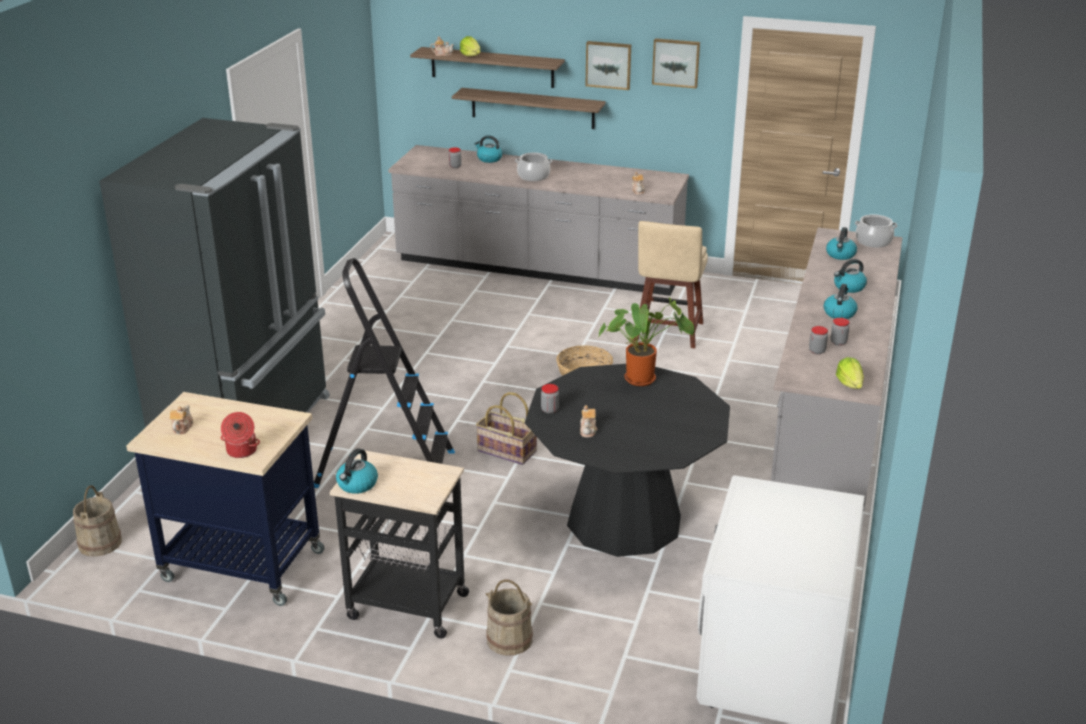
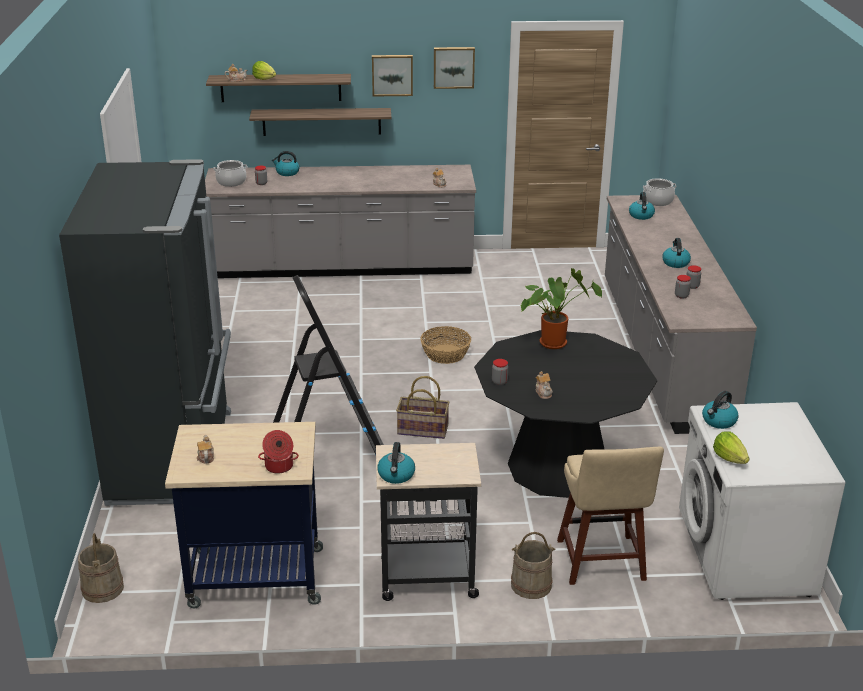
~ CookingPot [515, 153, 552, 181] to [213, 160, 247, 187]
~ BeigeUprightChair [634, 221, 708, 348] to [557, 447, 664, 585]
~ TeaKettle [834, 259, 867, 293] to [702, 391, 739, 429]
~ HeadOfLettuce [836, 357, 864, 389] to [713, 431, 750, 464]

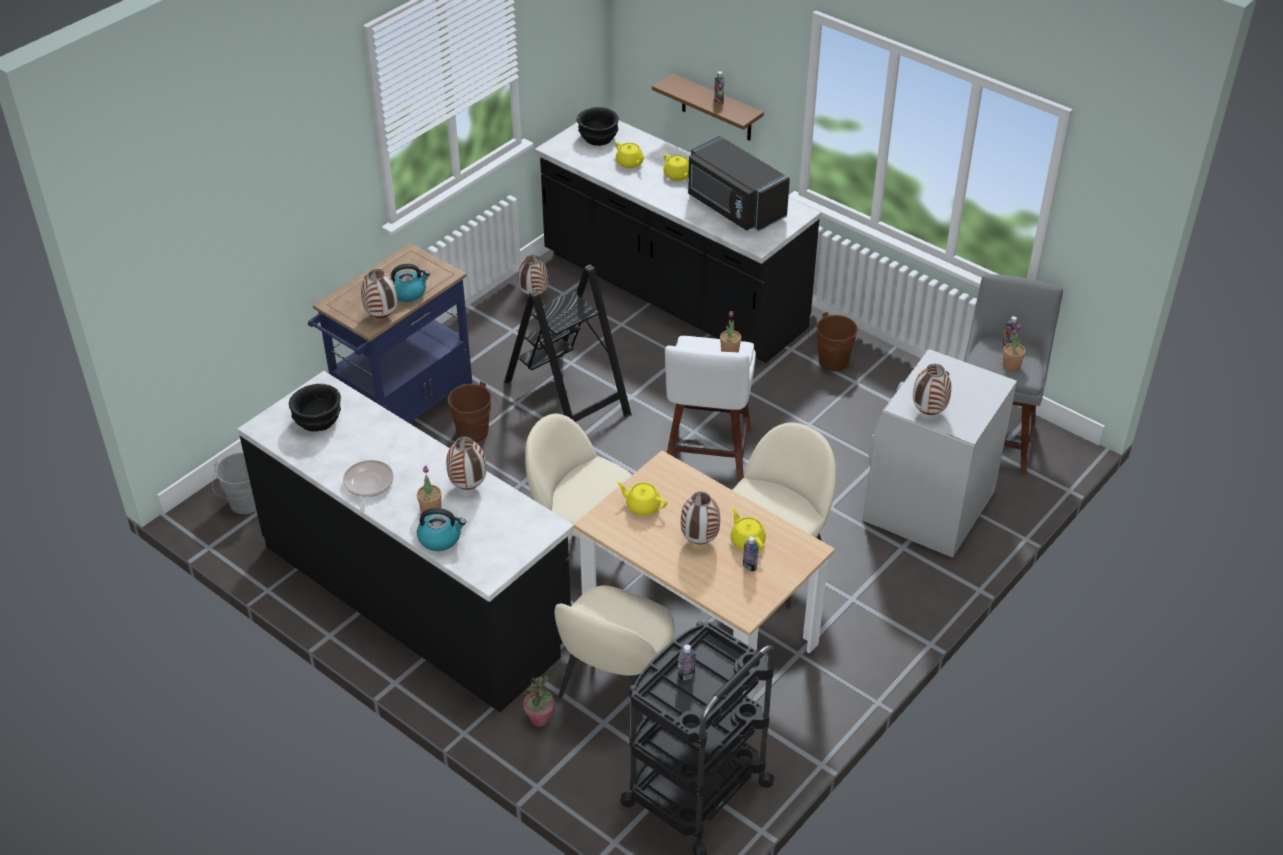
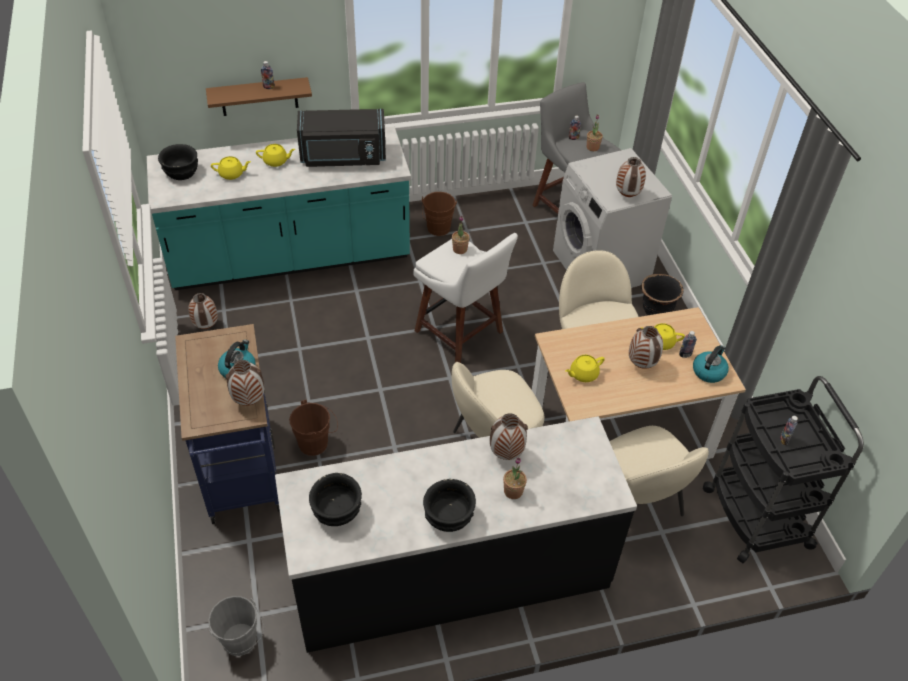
- BlackColouredStepladder [504, 264, 632, 422]
- PottedPlant [523, 676, 555, 727]
+ BlackColouredFlowerPot [641, 274, 683, 315]
~ TeaKettle [417, 508, 466, 551] to [693, 345, 729, 383]
~ Pan [343, 460, 394, 513] to BlackColouredServingBowl [423, 479, 476, 532]
~ BlackColouredKitchenCounter [535, 120, 821, 363] to TurquoiseColouredKitchenCounter [147, 127, 411, 290]

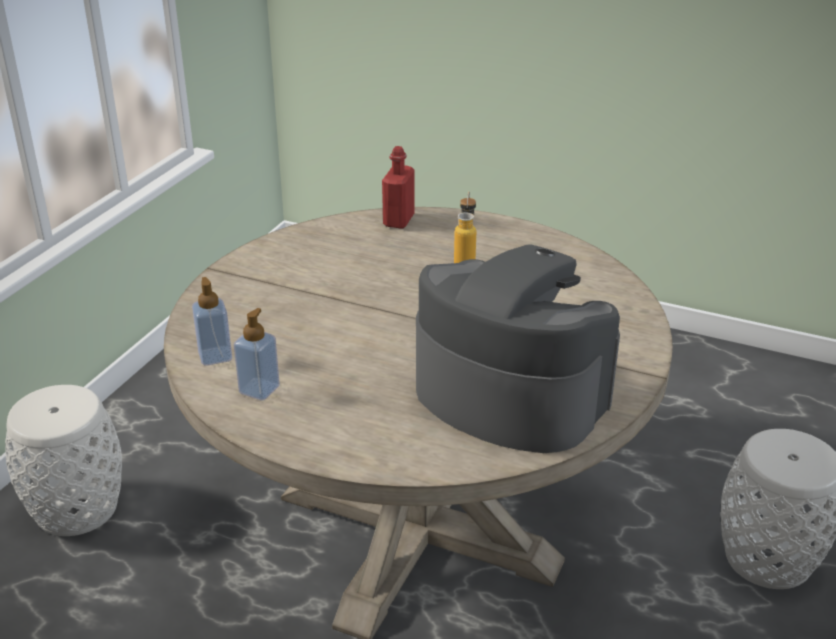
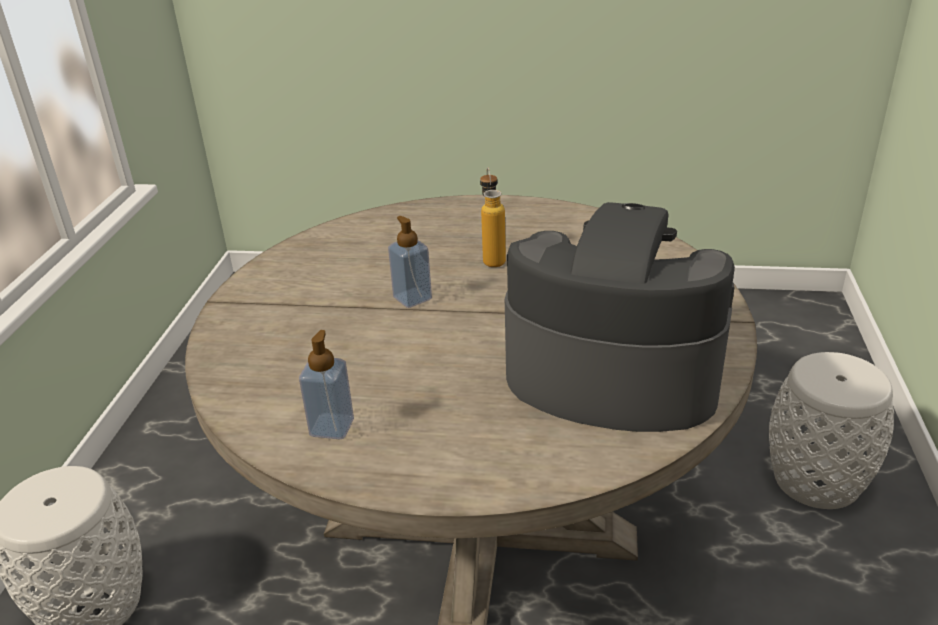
- ReddishBottle [382, 146, 415, 229]
~ SoapBottle [192, 277, 232, 366] to [388, 216, 432, 308]

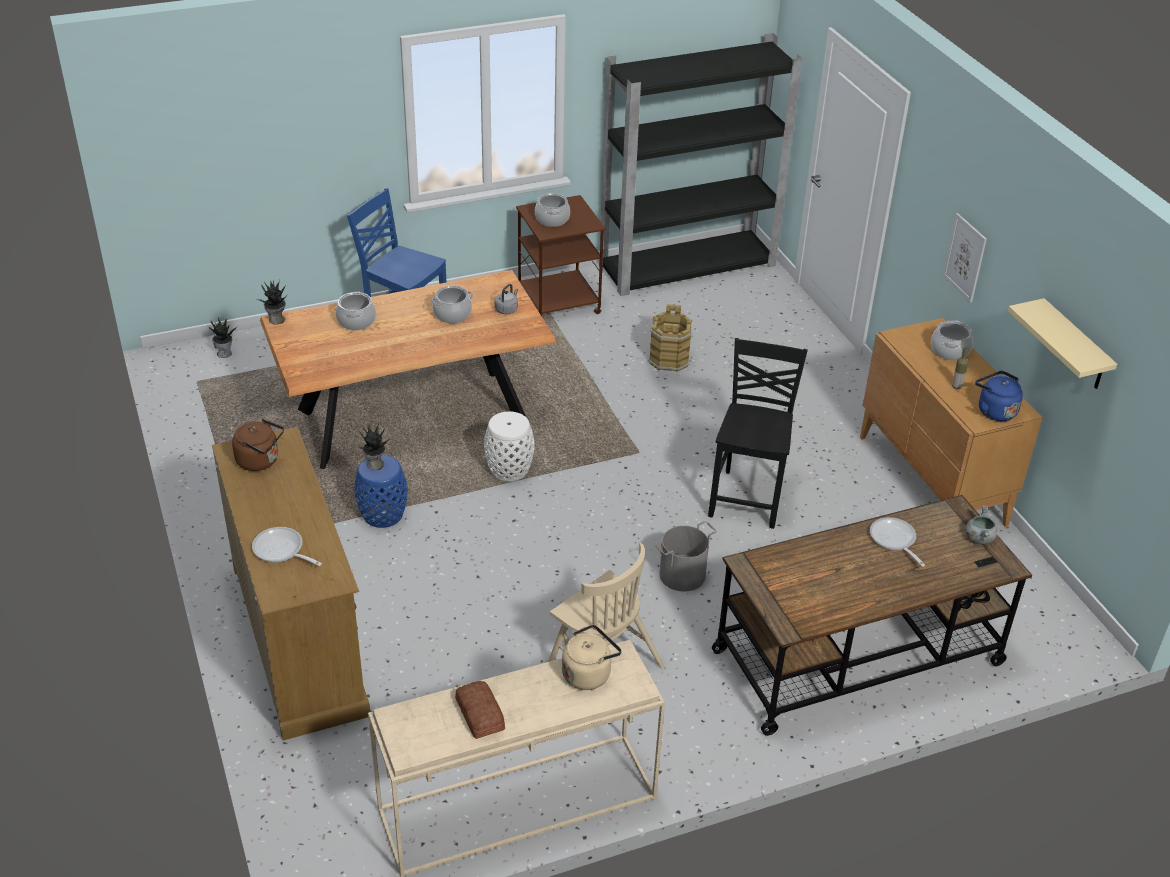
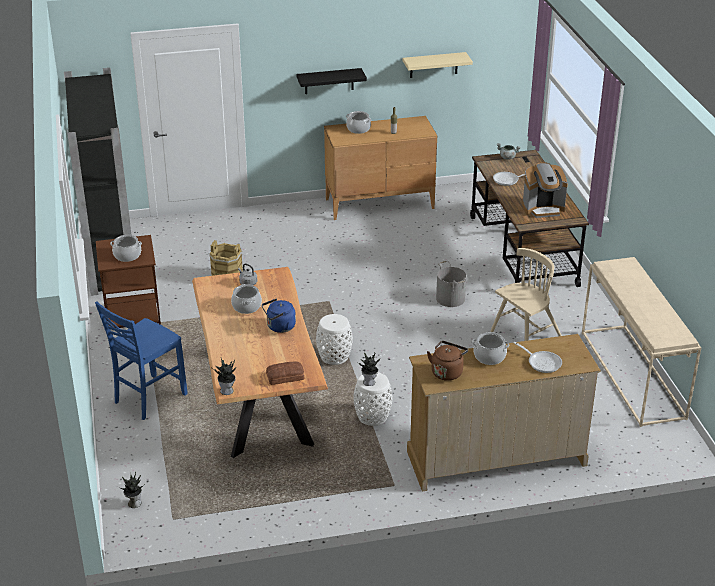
- BeigeTeaKettle [562, 625, 622, 690]
- BlackColouredUprightChair [708, 338, 808, 529]
+ CoffeeBrewer [522, 162, 568, 218]
~ CookingPot [336, 291, 376, 330] to [472, 332, 509, 365]
~ BakeryBread [455, 681, 505, 739] to [266, 361, 304, 385]
~ BlueTeaKettle [975, 371, 1023, 421] to [262, 298, 296, 333]
~ Picture [943, 213, 987, 303] to BlackColouredBracketShelf [296, 68, 367, 94]
~ BlueStoolSeat [354, 455, 408, 528] to WhiteStoolSeat [354, 372, 392, 426]
~ Pan [252, 527, 322, 566] = [514, 342, 562, 373] 90 degrees counterclockwise

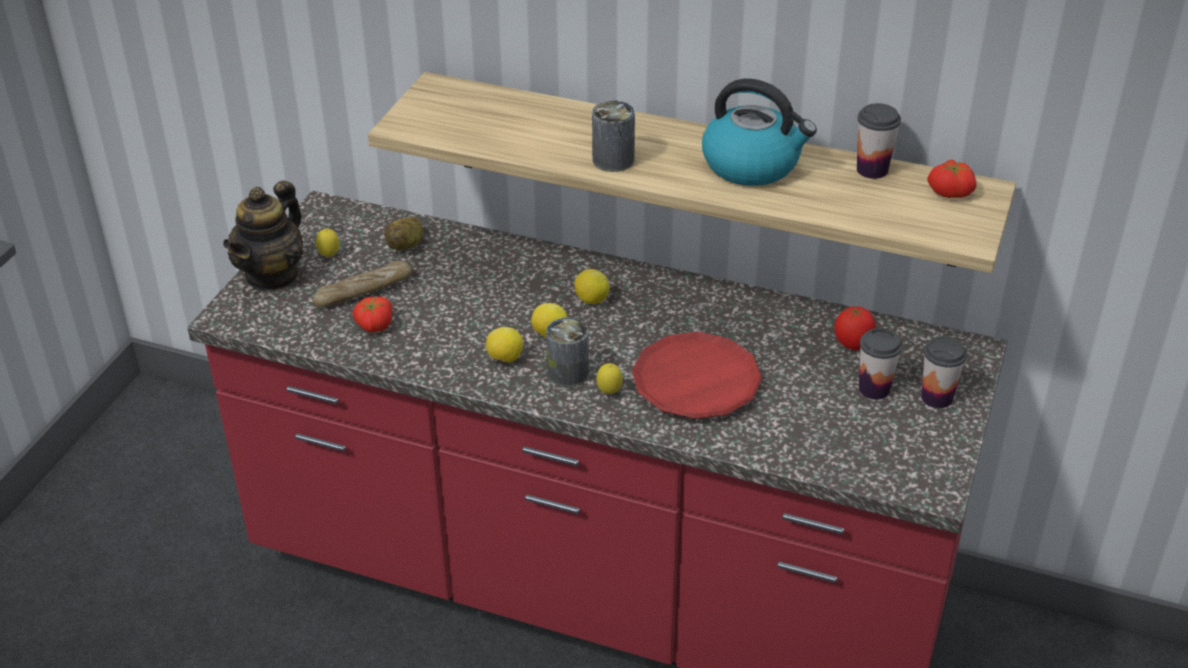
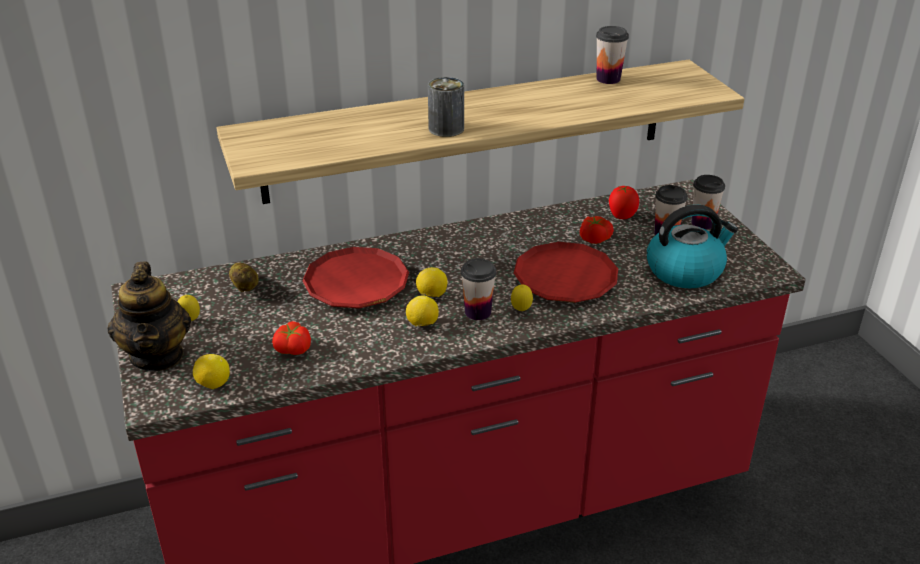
- BakeryBread [313, 261, 412, 308]
+ ReddishDinnerPlate [302, 247, 409, 308]
~ WholeLemon [574, 269, 610, 304] to [193, 354, 230, 389]
~ TeaKettle [702, 79, 817, 186] to [647, 205, 738, 288]
~ Tomato [927, 159, 977, 198] to [580, 216, 614, 244]
~ SealedCan [546, 317, 589, 387] to Cup [461, 258, 496, 320]

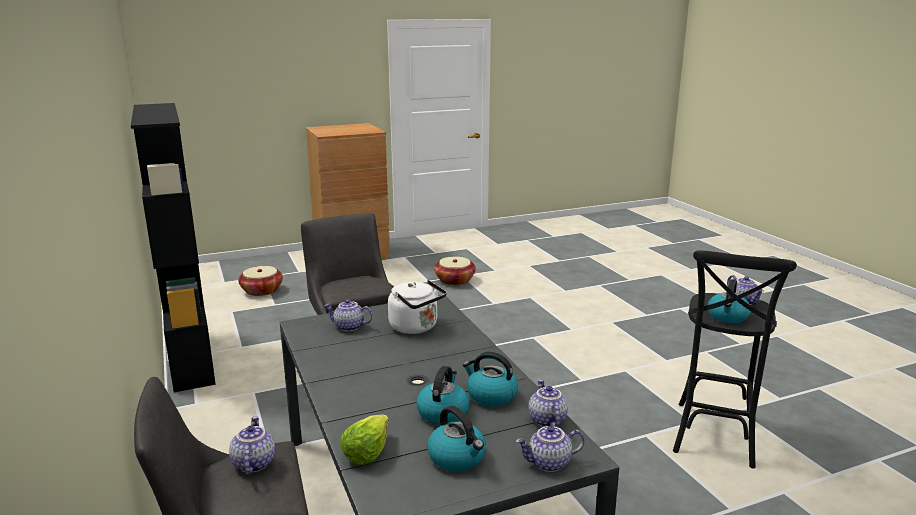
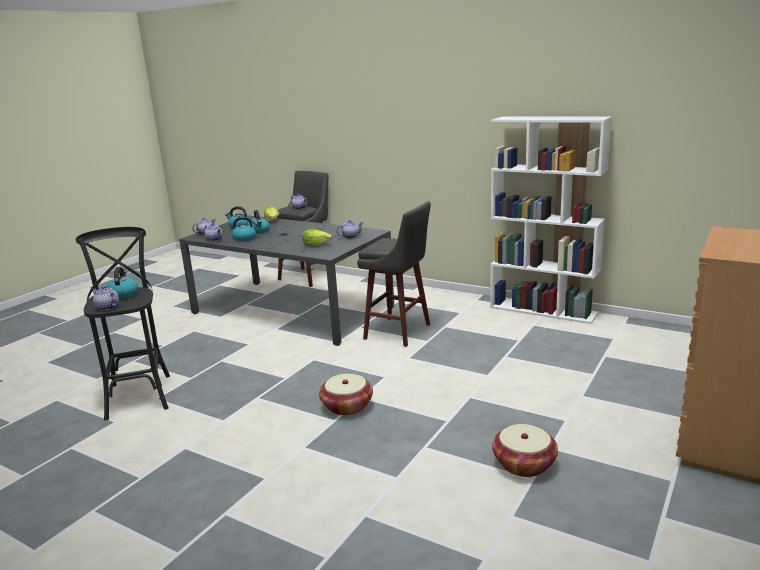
~ StorageBasket [238, 266, 283, 296] to [319, 374, 373, 415]
~ WhiteTeaKettle [388, 280, 447, 334] to HeadOfLettuce [303, 229, 332, 246]
~ BlackColouredShelvingUnit [131, 103, 216, 392] to WhiteShelvingUnit [490, 116, 612, 324]

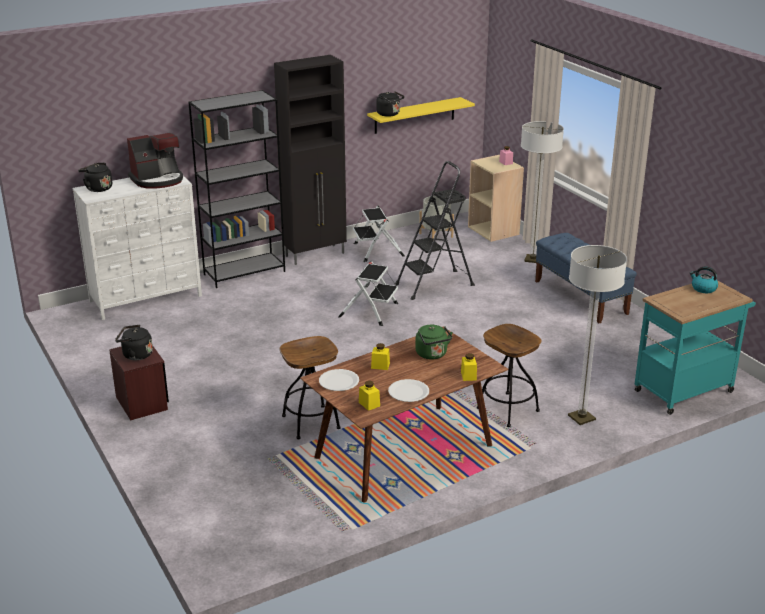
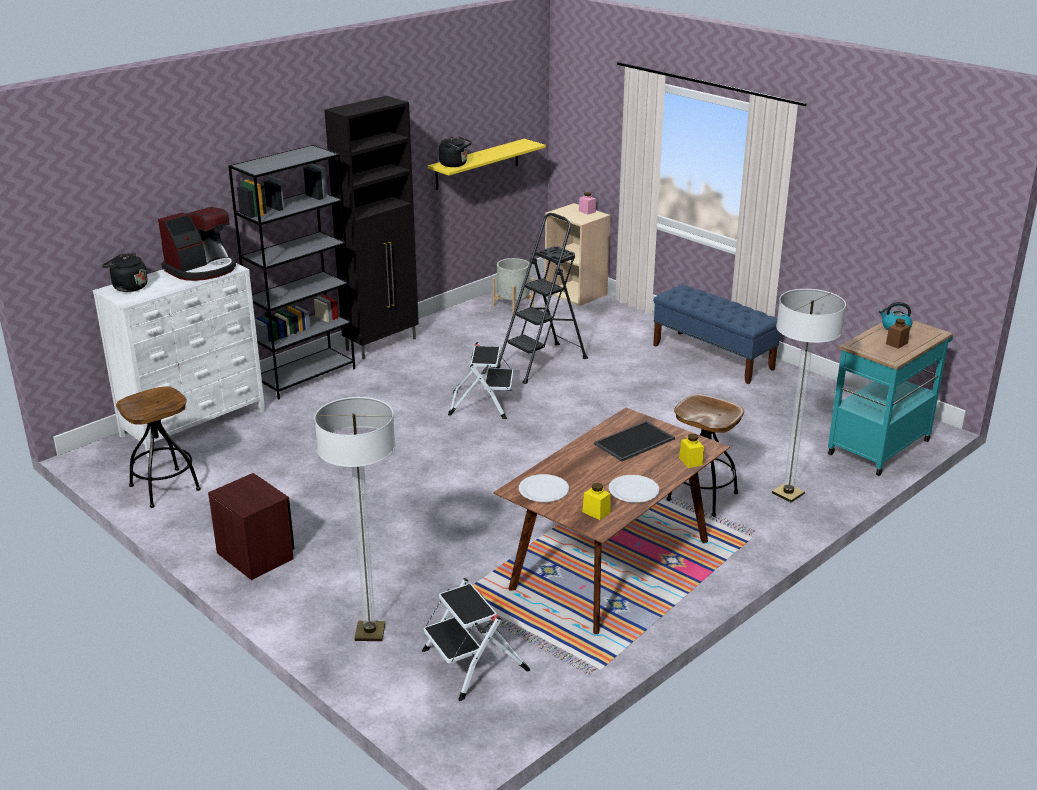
- BlackColouredTeaKettle [115, 325, 153, 360]
- YellowJar [371, 343, 390, 370]
+ BrownJar [886, 318, 910, 349]
~ BrownStoolSeat [280, 336, 340, 439] to [116, 386, 201, 508]
~ Stepladder [353, 205, 405, 262] to [422, 578, 531, 701]
~ FloorLamp [521, 121, 564, 263] to [314, 397, 395, 641]
~ GreenTeaKettle [415, 325, 453, 360] to Tray [594, 421, 675, 461]

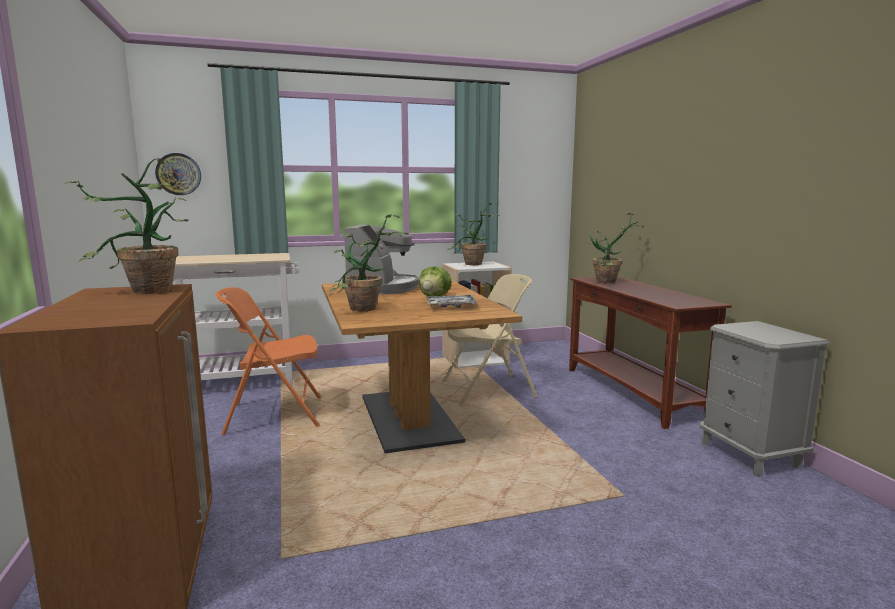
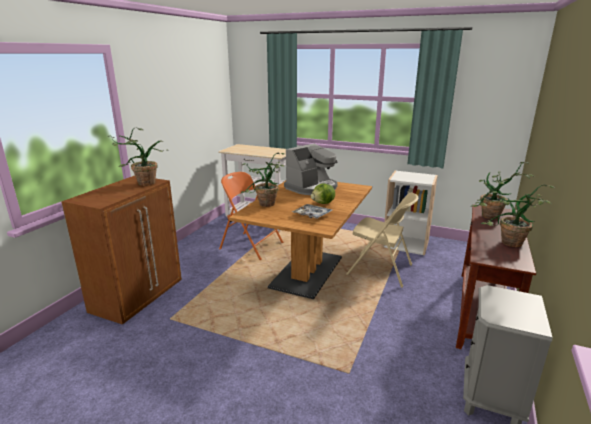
- HangingClock [155, 153, 201, 195]
~ PottedPlant [448, 203, 500, 265] to [481, 184, 555, 247]

